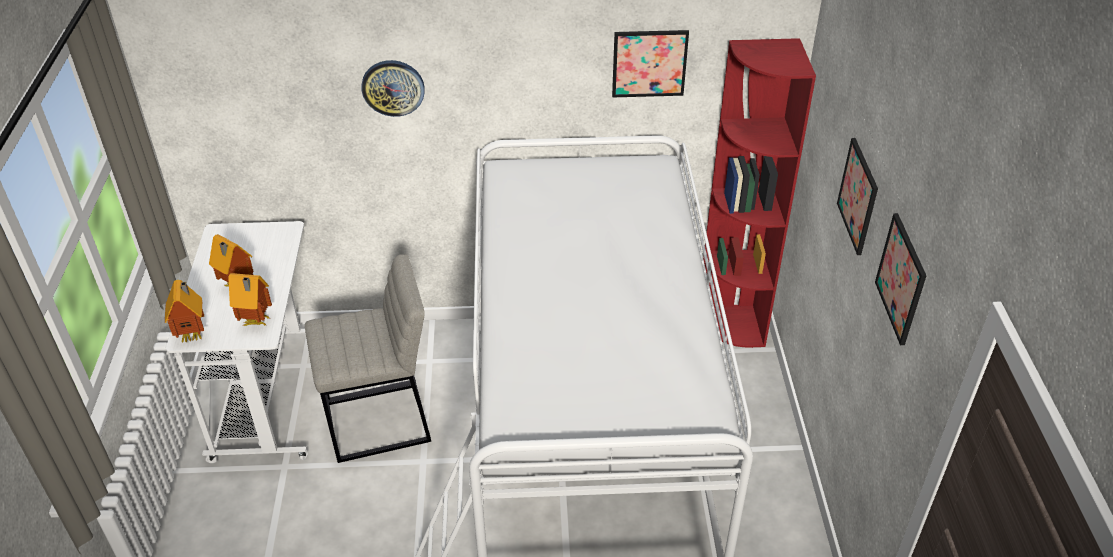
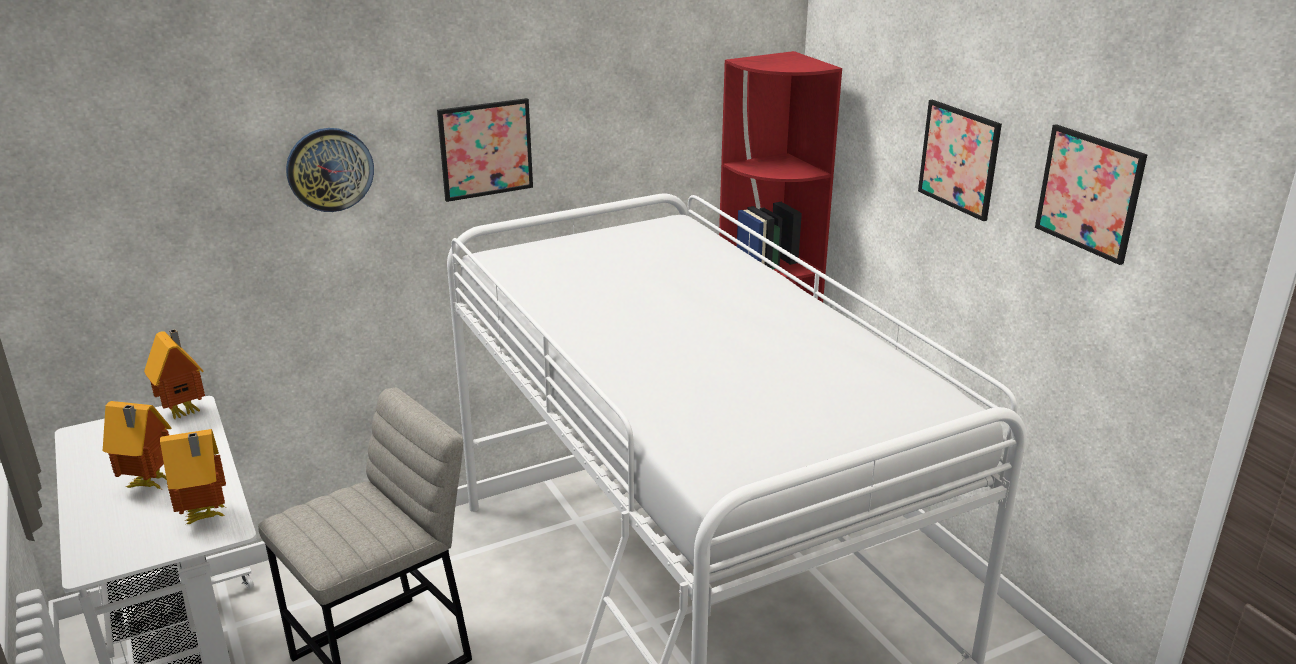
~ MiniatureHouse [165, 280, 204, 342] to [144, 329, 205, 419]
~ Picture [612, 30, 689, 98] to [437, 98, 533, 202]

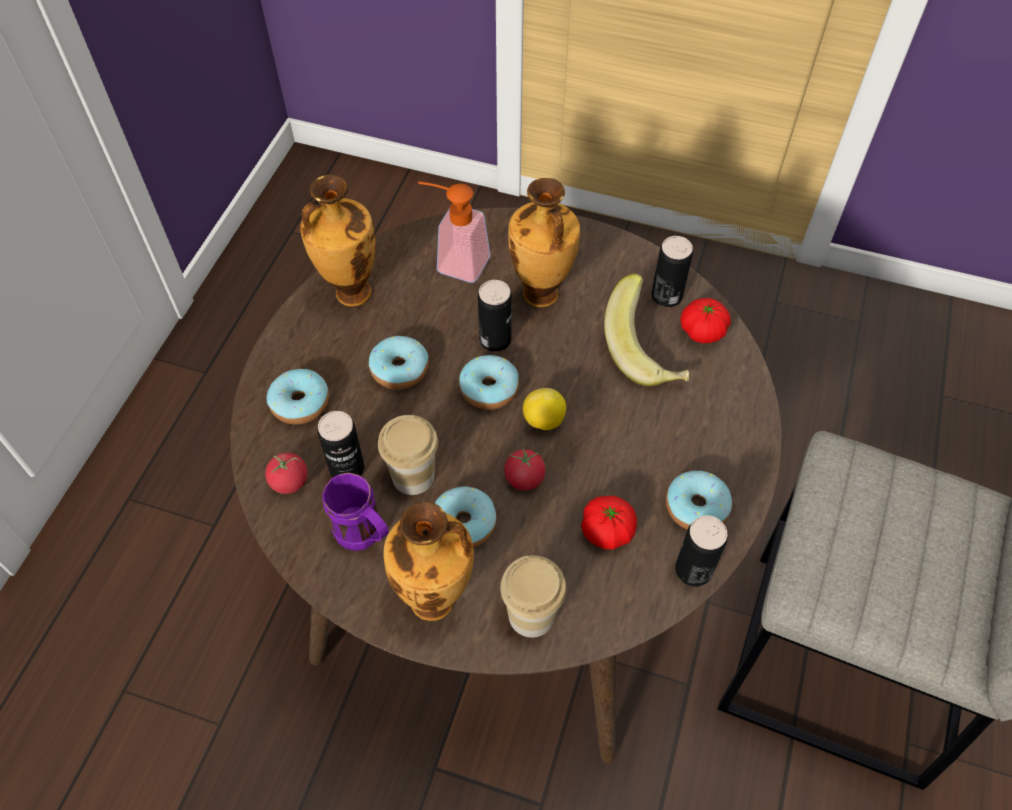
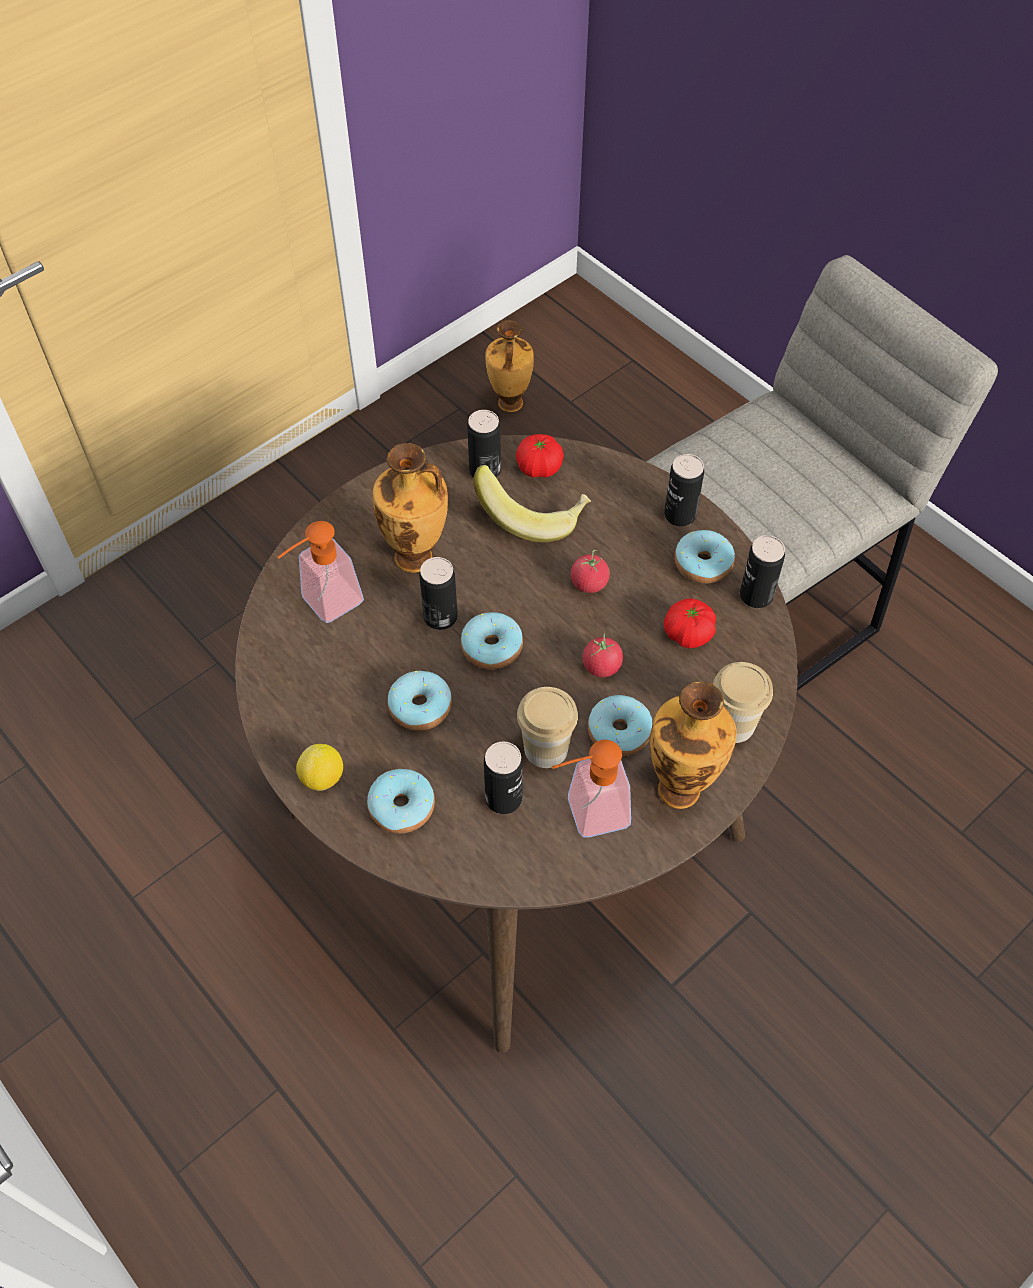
+ SealedCan [664, 454, 704, 526]
~ Tomato [265, 453, 308, 494] to [571, 550, 610, 593]
~ FlowerVase [300, 175, 376, 307] to [485, 320, 534, 412]
~ WholeLemon [523, 388, 566, 430] to [296, 744, 343, 791]
~ PurpleTeaMug [322, 473, 389, 551] to SoapBottle [552, 740, 631, 838]

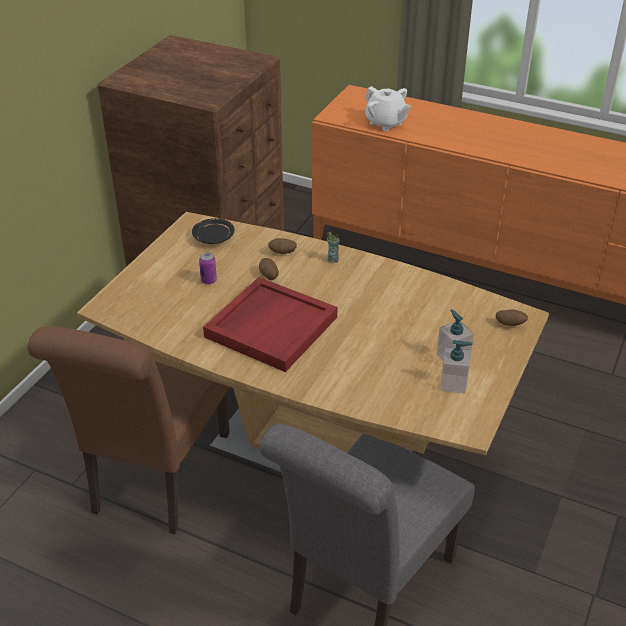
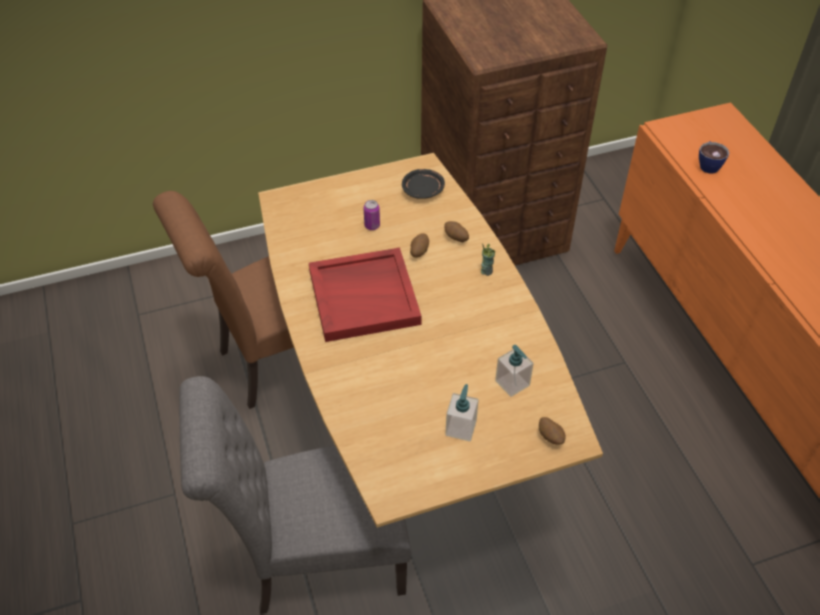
~ SoapBottle [440, 340, 473, 394] to [495, 345, 534, 397]
~ WhiteTeapot [365, 86, 411, 131] to Cup [699, 141, 729, 173]

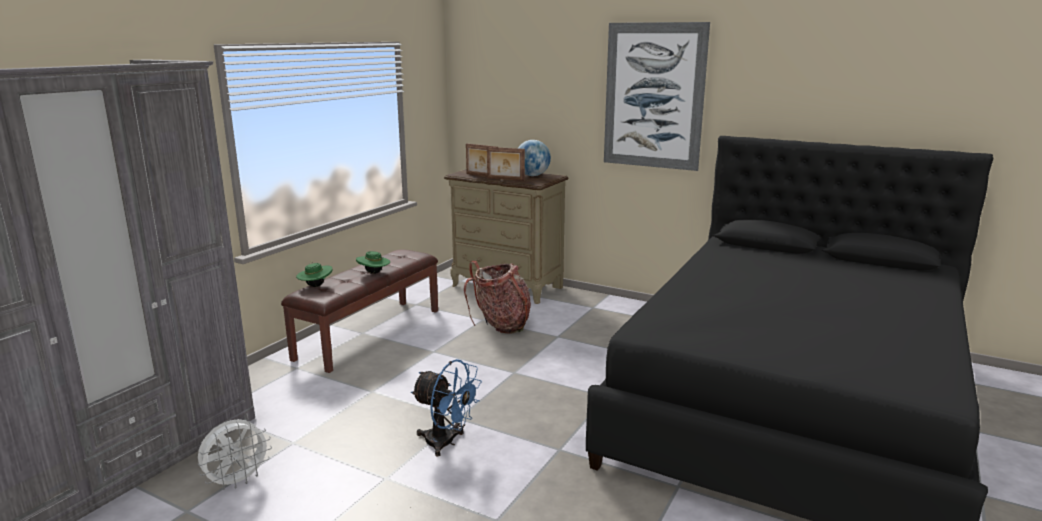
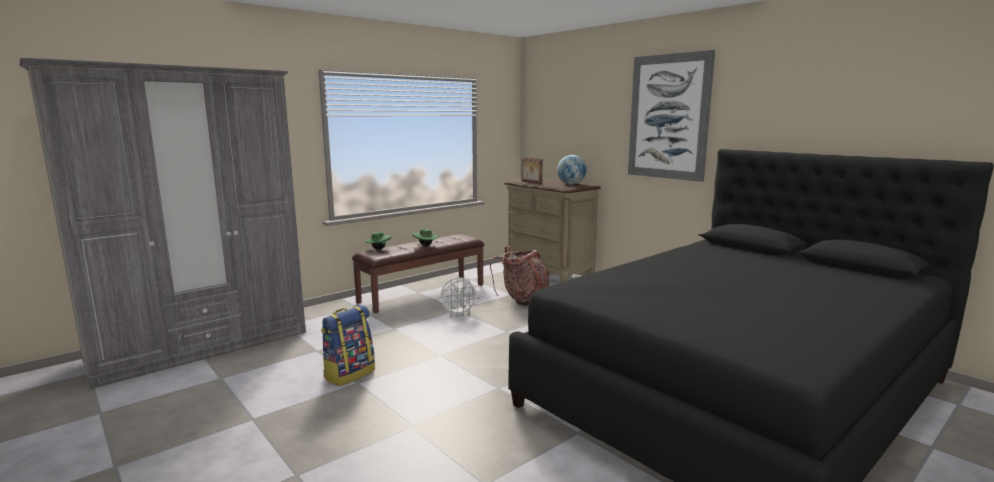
- BlueCoolingFan [411, 359, 482, 456]
- PictureFrame [487, 147, 525, 181]
+ Backpack [321, 305, 375, 386]
~ WhiteCoolingFan [198, 419, 272, 490] to [440, 277, 479, 317]

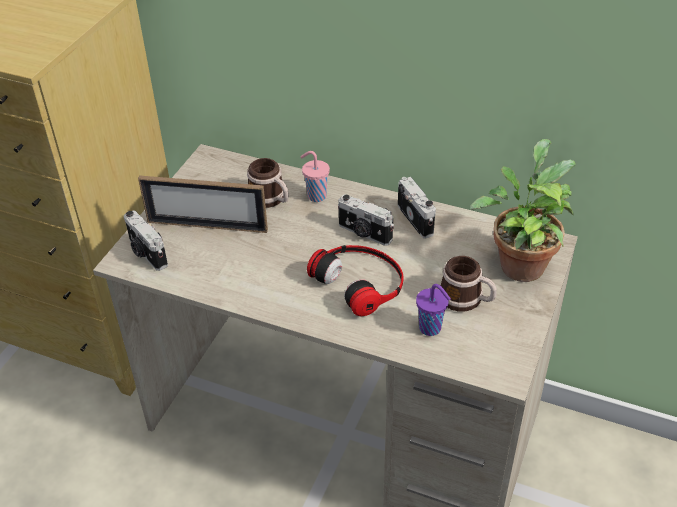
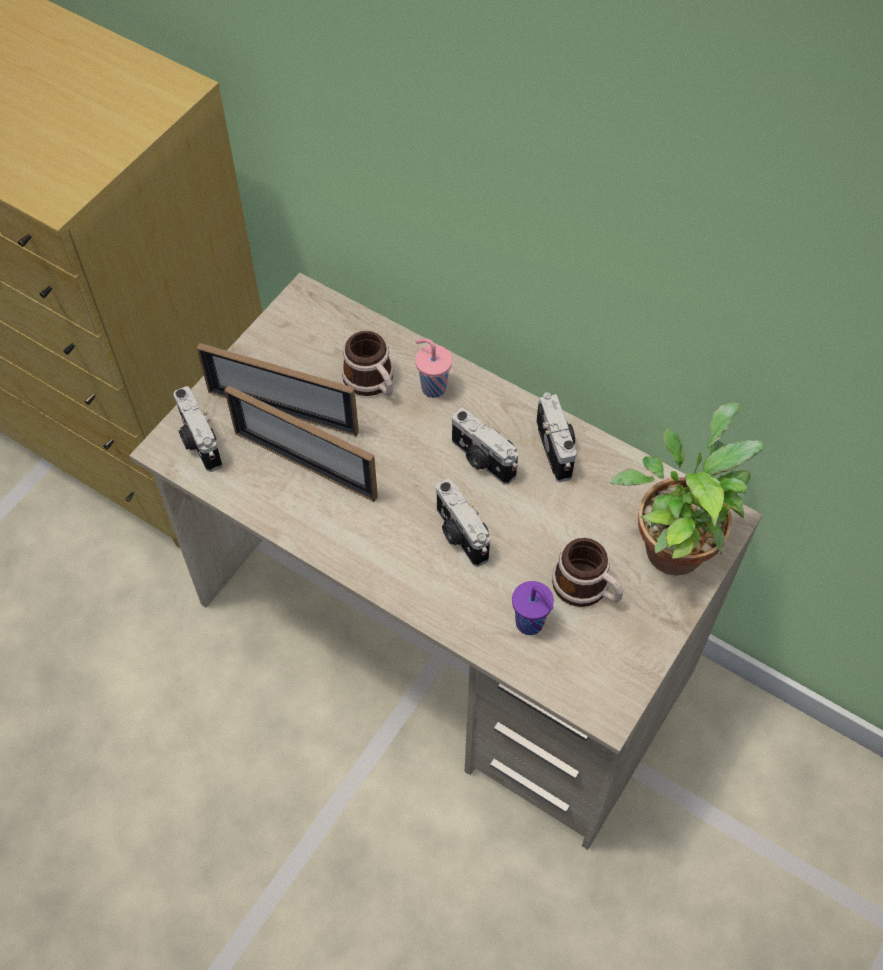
+ PictureFrame [224, 385, 378, 502]
~ PairOfHeadphones [307, 245, 403, 316] to PhotoCamera [436, 478, 490, 567]

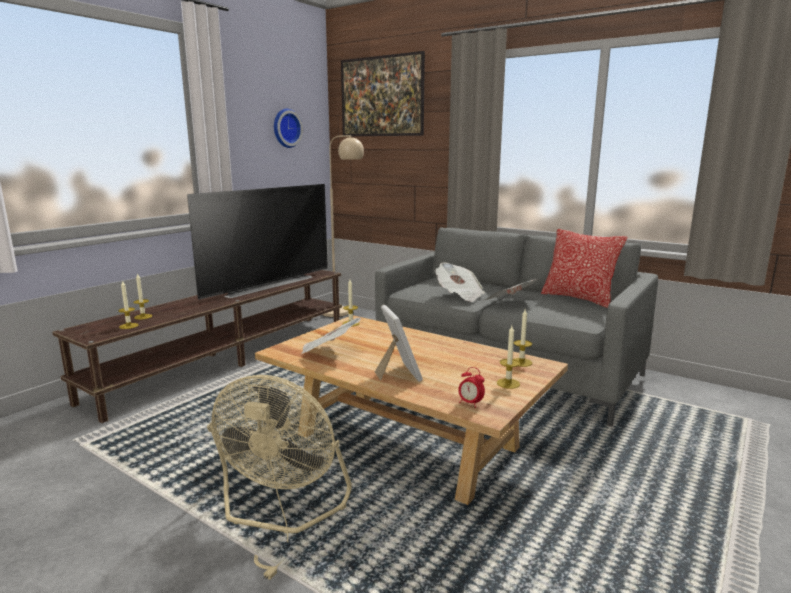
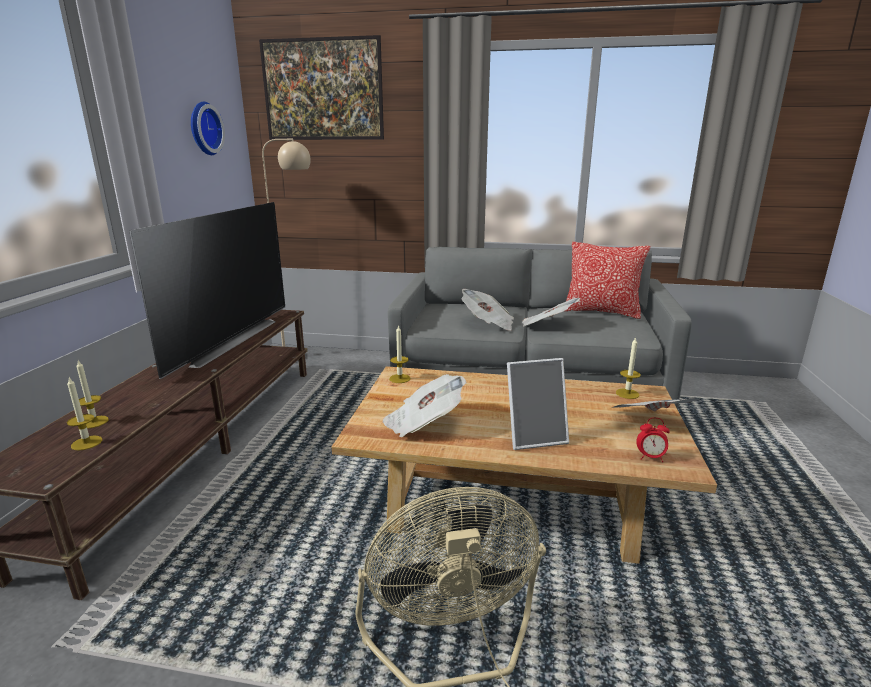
~ WaxCandle [497, 326, 520, 389] to Newspaper [611, 399, 700, 411]
~ PictureFrame [375, 305, 423, 382] = [507, 358, 569, 450] 120 degrees clockwise

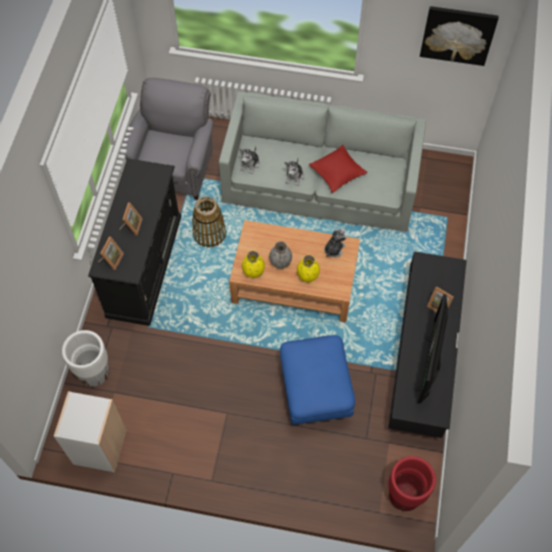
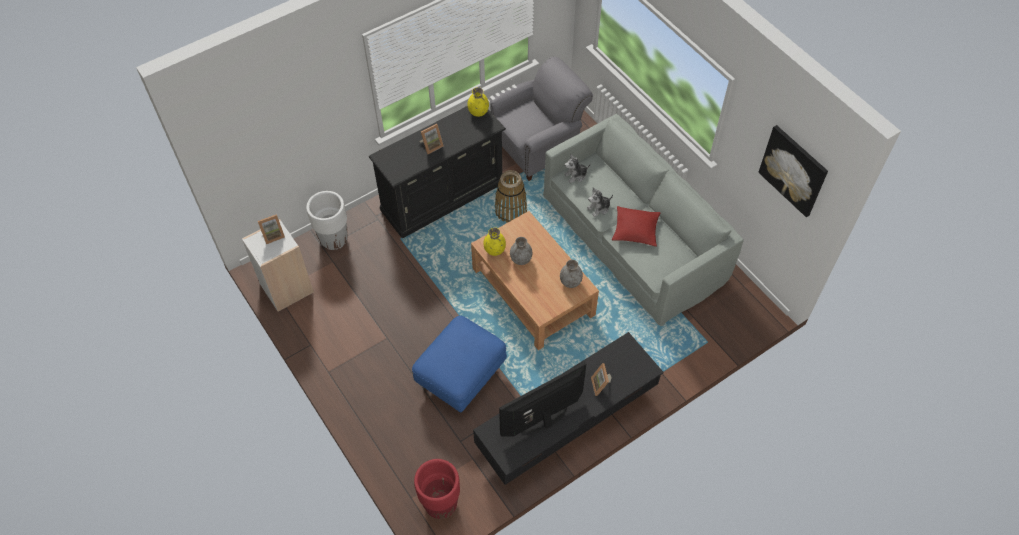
~ PictureFrame [98, 237, 124, 270] to [258, 214, 285, 244]
~ YellowFlowerVase [297, 255, 320, 282] to [467, 87, 489, 117]
~ SoftToy [324, 228, 346, 258] to GreyishFlowerVase [560, 260, 583, 288]

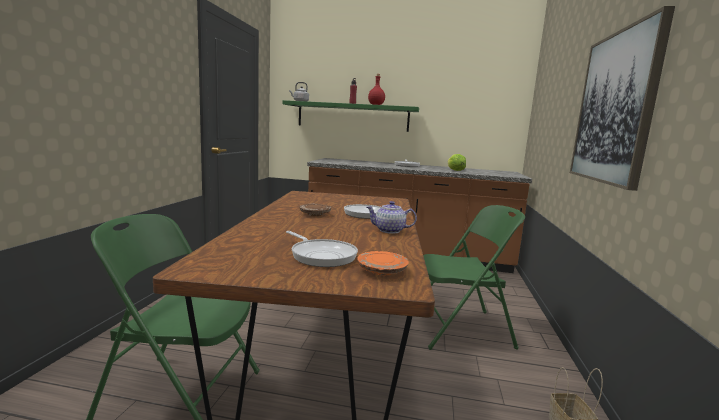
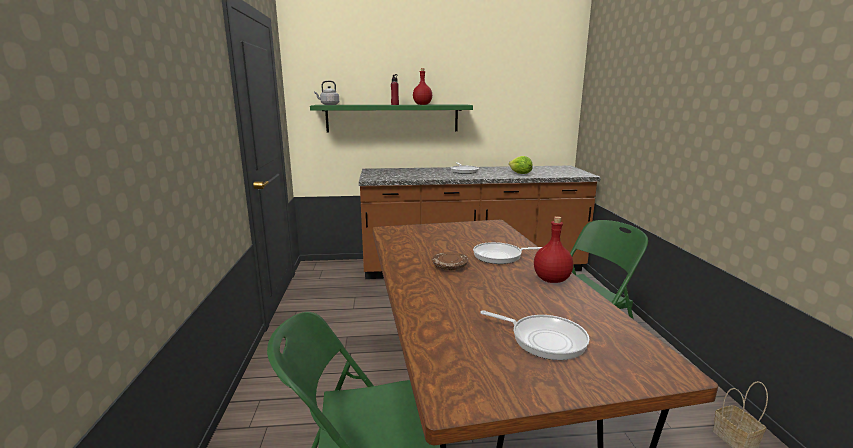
- OrangeDinnerPlate [357, 251, 409, 276]
- Picture [570, 6, 675, 191]
~ Teapot [366, 201, 417, 234] to ReddishBottle [534, 216, 573, 283]

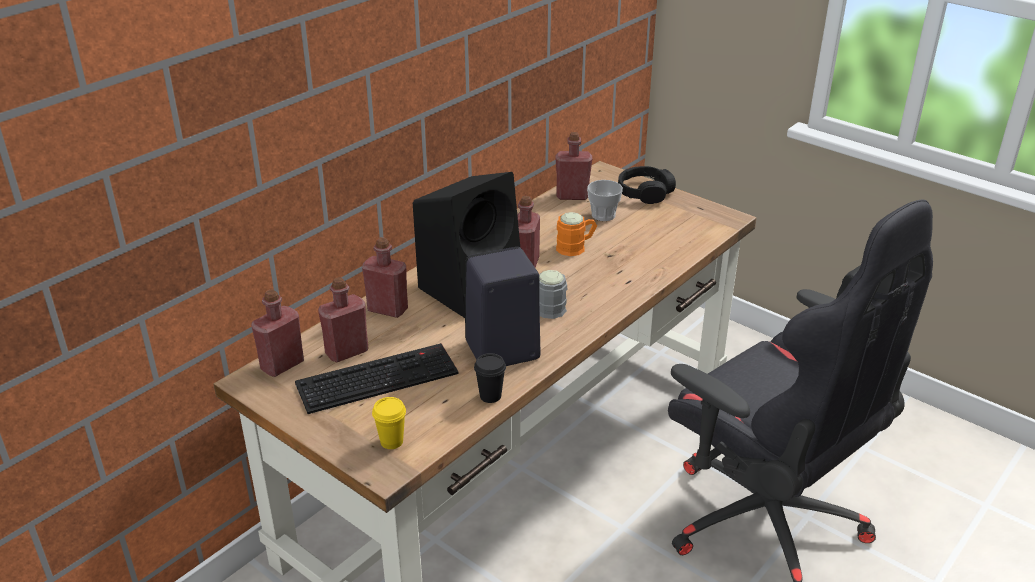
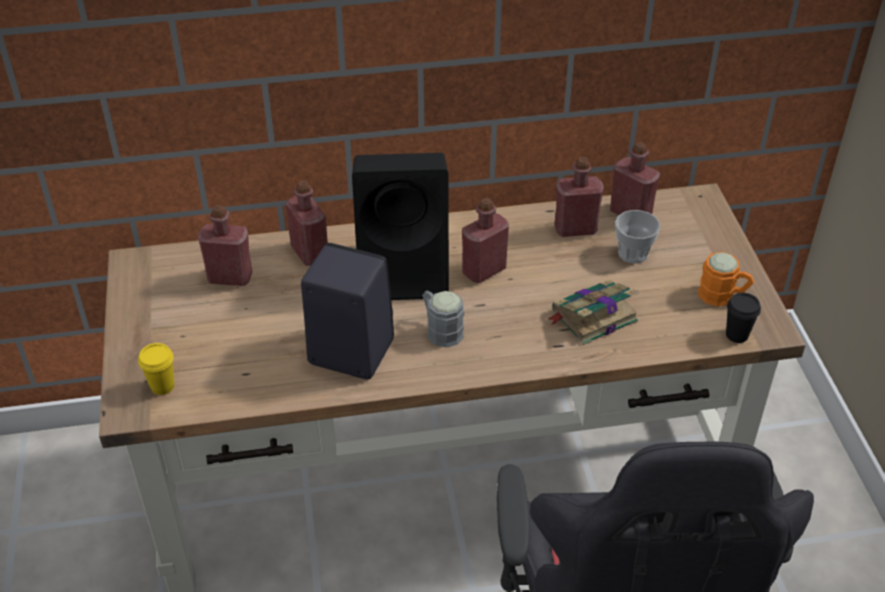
- ComputerKeyboard [295, 343, 459, 414]
- BlackColouredPairOfHeadphones [618, 166, 676, 204]
+ Volume [548, 280, 639, 345]
~ ReddishBottle [251, 289, 304, 377] to [554, 157, 604, 237]
~ BlackColouredCup [474, 353, 506, 403] to [726, 293, 761, 343]
~ OrangeTeaMug [556, 212, 597, 256] to [698, 252, 754, 306]

